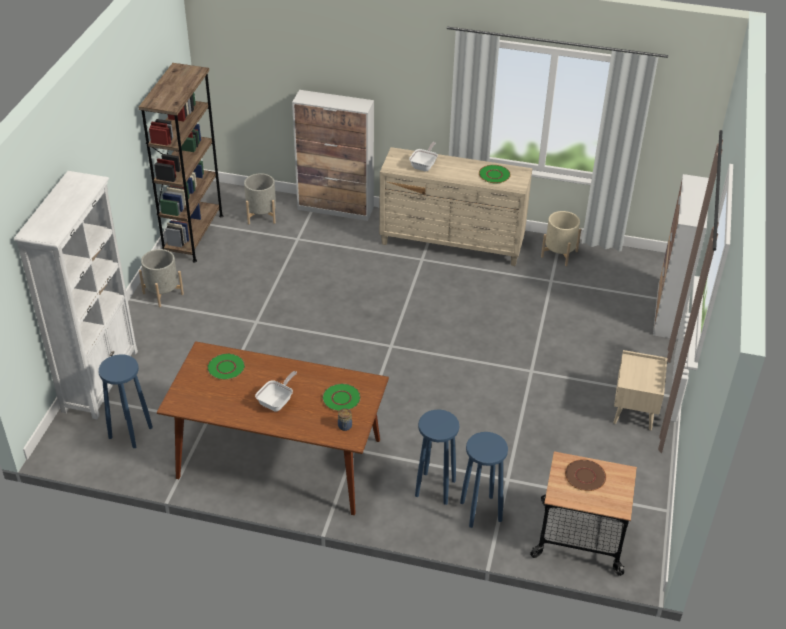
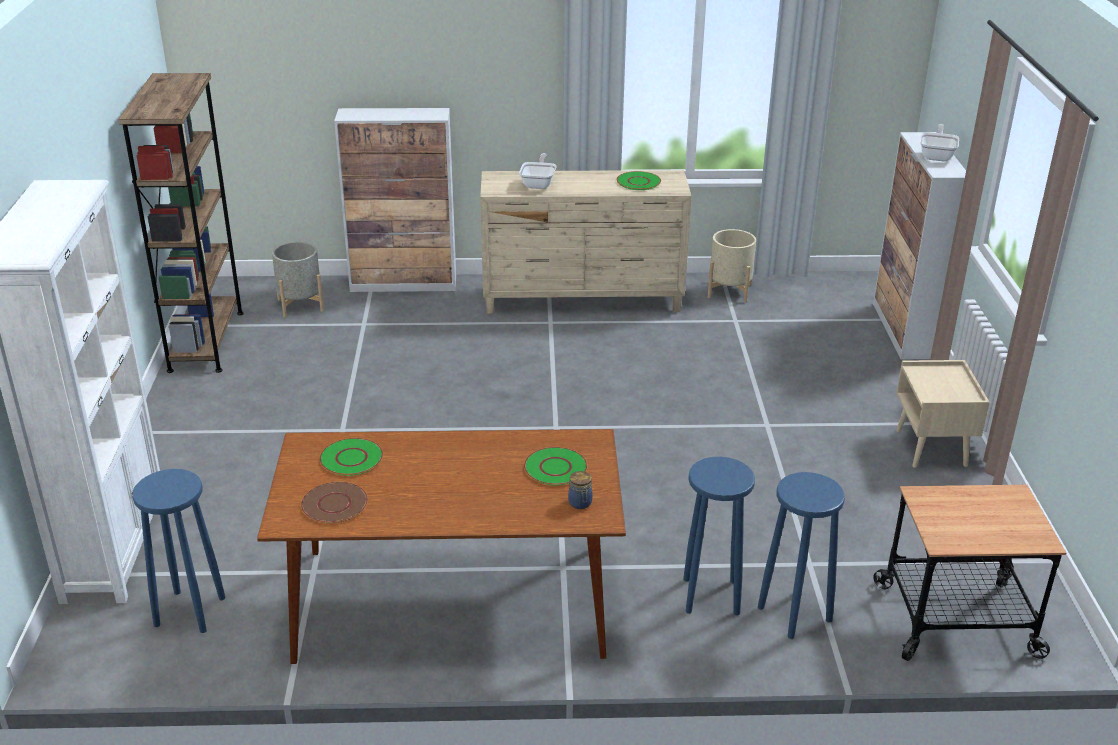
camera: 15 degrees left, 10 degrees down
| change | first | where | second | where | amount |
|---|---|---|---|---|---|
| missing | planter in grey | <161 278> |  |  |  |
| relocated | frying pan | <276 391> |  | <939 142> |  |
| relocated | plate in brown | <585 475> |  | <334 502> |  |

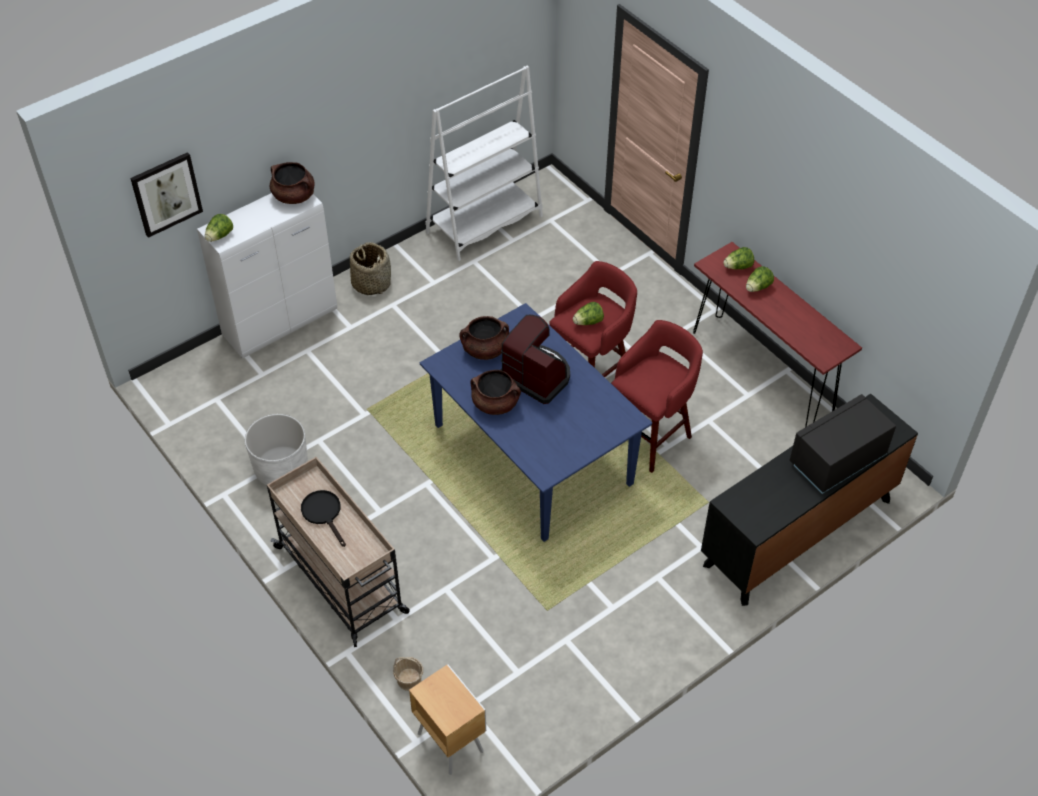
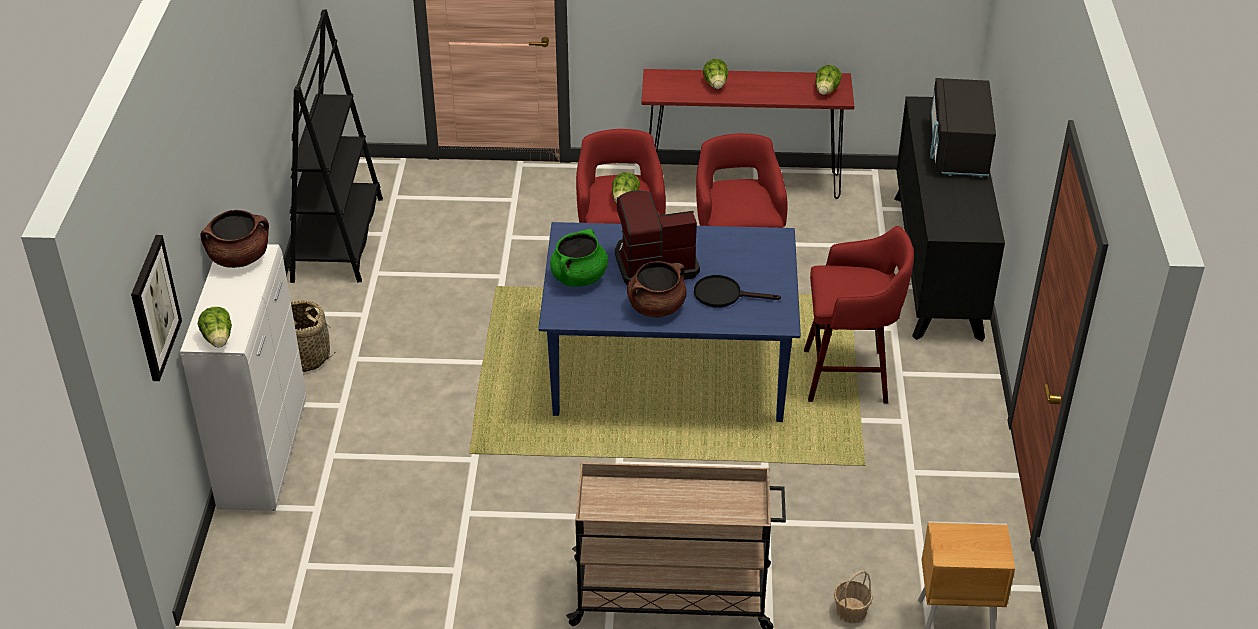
camera: 50 degrees left, 10 degrees down
| change | first | where | second | where | amount |
|---|---|---|---|---|---|
| missing | planter in white | <276 449> |  |  |  |
| appeared |  |  | stool in red | <859 315> |  |
| relocated | frying pan in black | <323 518> |  | <737 291> |  |
| relocated | lettuce | <738 258> |  | <829 80> |  |
| colour | bookcase in white | <484 163> | bookcase in black | <336 146> |  |
| colour | cooking pot in brown | <484 338> | cooking pot in green | <579 258> |  |

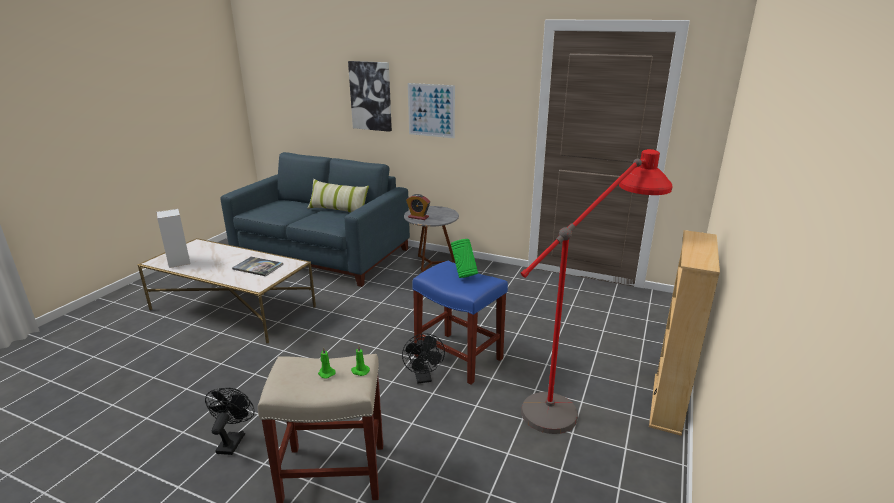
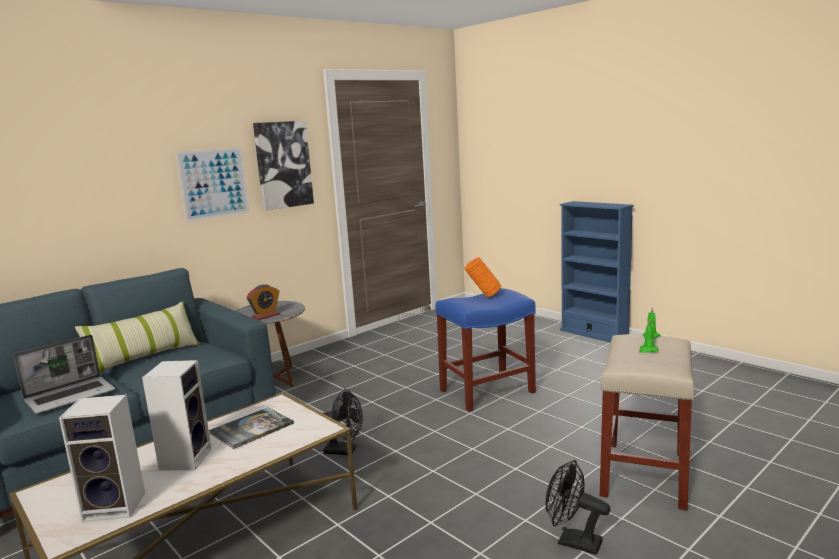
camera: 65 degrees left, 10 degrees down
| change | first | where | second | where | amount |
|---|---|---|---|---|---|
| missing | floor lamp in red | <596 291> |  |  |  |
| appeared |  |  | laptop | <64 374> |  |
| appeared |  |  | speaker | <176 415> |  |
| relocated | picture | <370 96> |  | <283 166> |  |
| relocated | fan in black | <423 358> |  | <343 422> |  |
| colour | vase in green | <464 258> | vase in orange | <482 277> |  |
| colour | bookcase in beige | <684 333> | bookcase in blue | <597 272> |  |

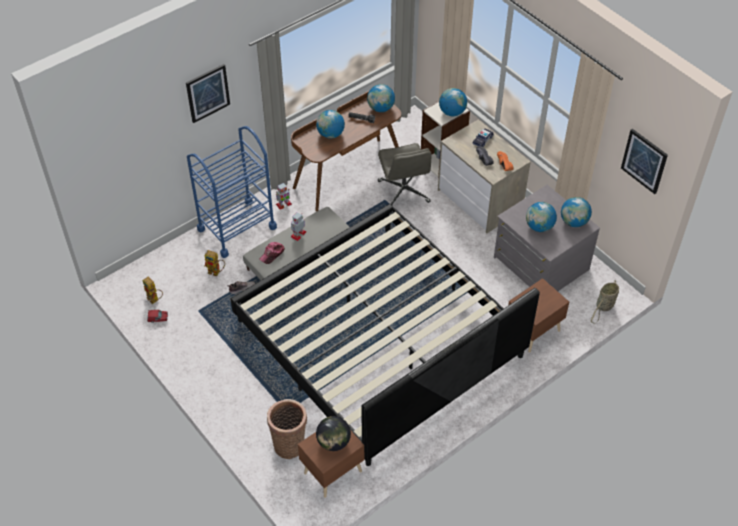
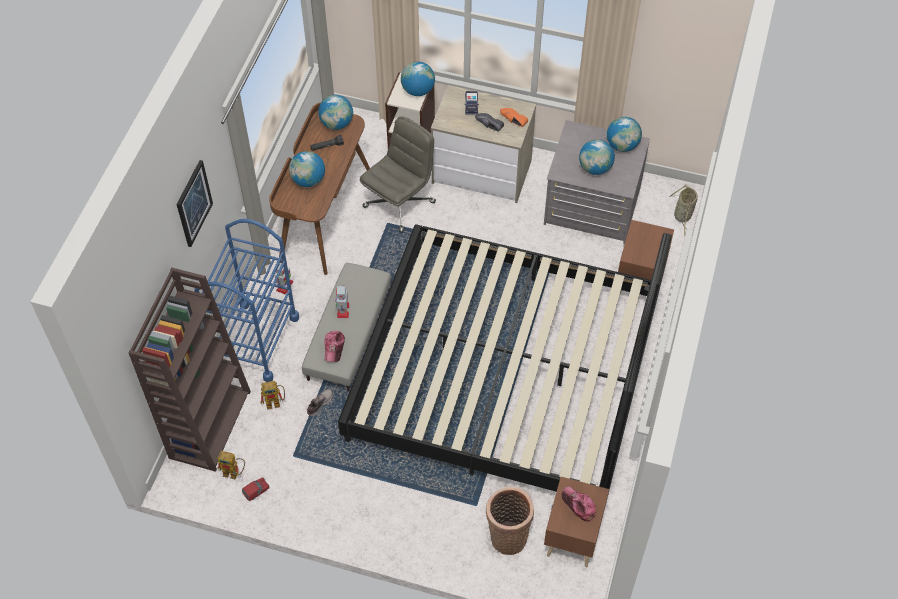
camera: 35 degrees left, 5 degrees up
| change | first | where | second | where | amount |
|---|---|---|---|---|---|
| missing | picture | <644 161> |  |  |  |
| appeared |  |  | bookcase in brown | <189 370> |  |
| exchanged | globe | <333 433> | cap | <579 504> |  |
| spun | office chair in grey | <405 174> |  | <398 175> | 90 degrees counterclockwise |

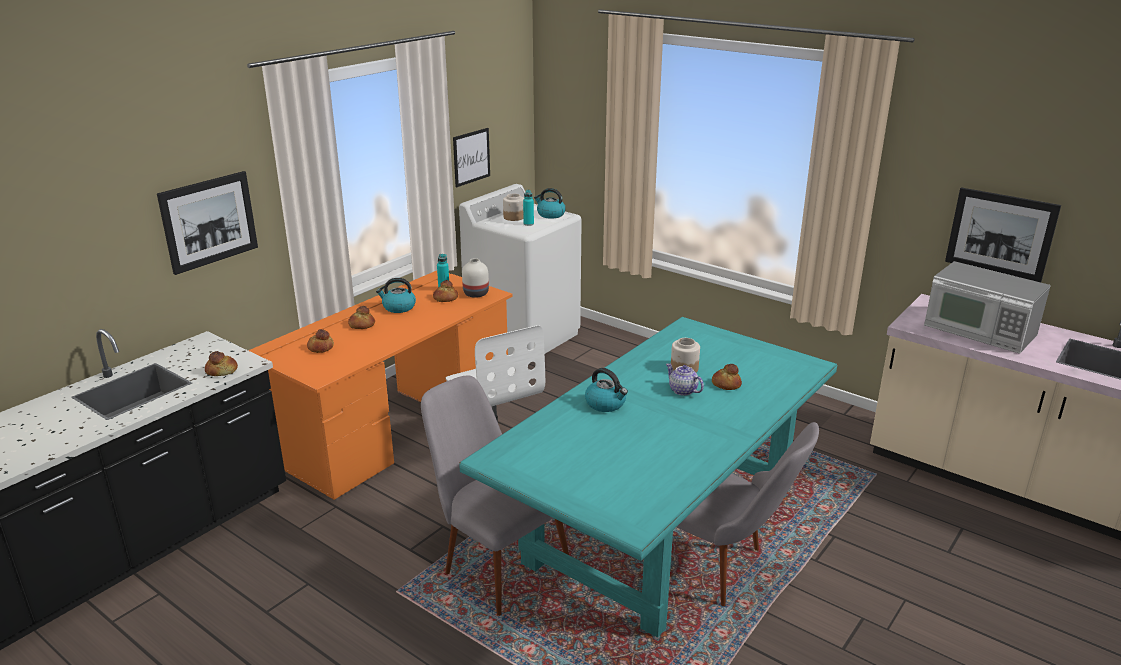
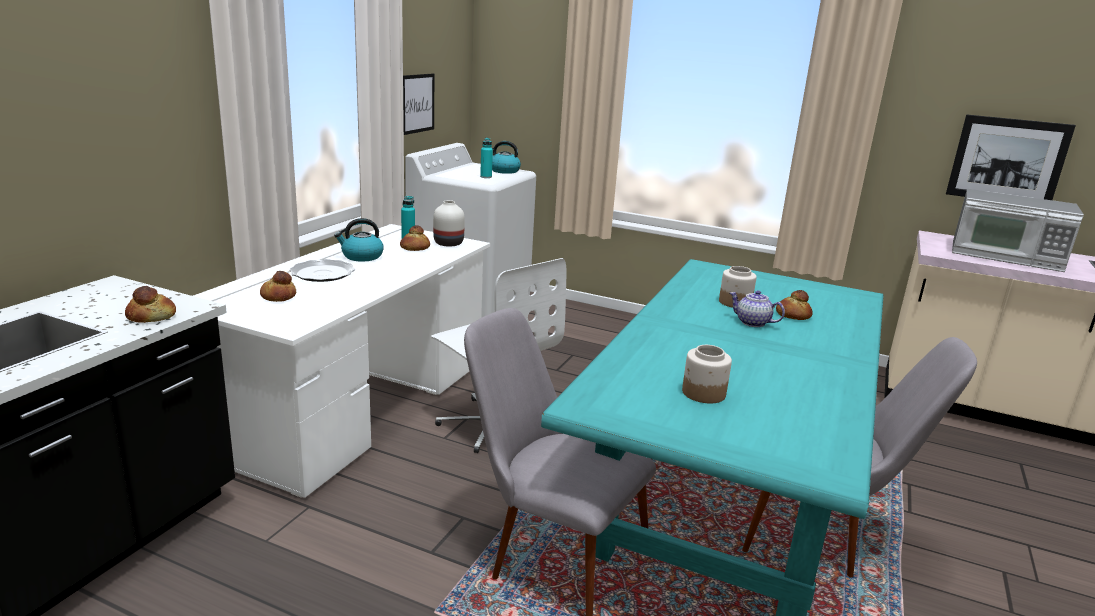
camera: 15 degrees left, 5 degrees down
| change | first | where | second | where | amount |
|---|---|---|---|---|---|
| missing | picture | <207 223> |  |  |  |
| missing | kettle | <606 390> |  |  |  |
| relocated | jar | <513 207> |  | <707 374> |  |
| exchanged | bread | <361 317> | plate | <322 270> |  |
| colour | desk in orange | <380 385> | desk in white | <341 361> |  |

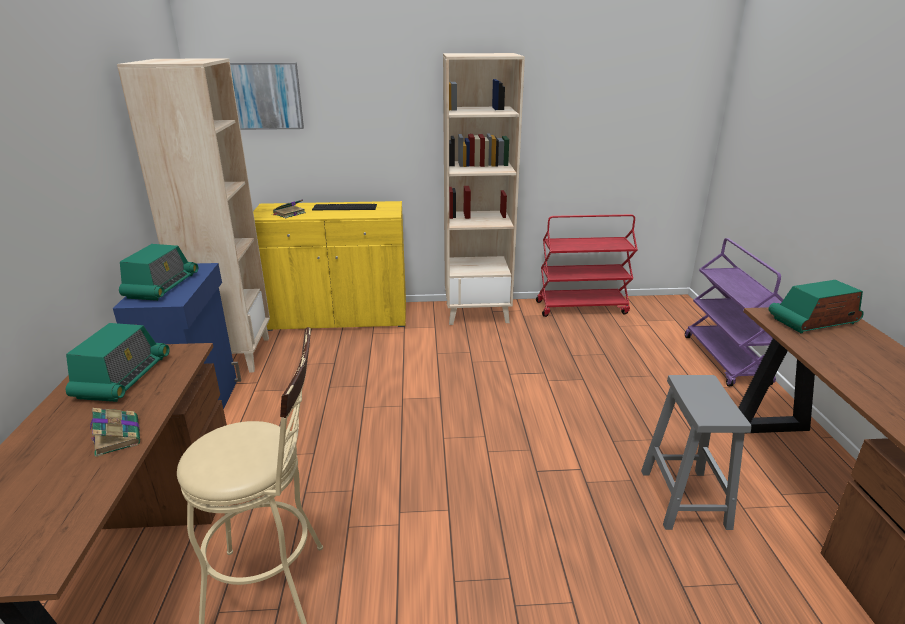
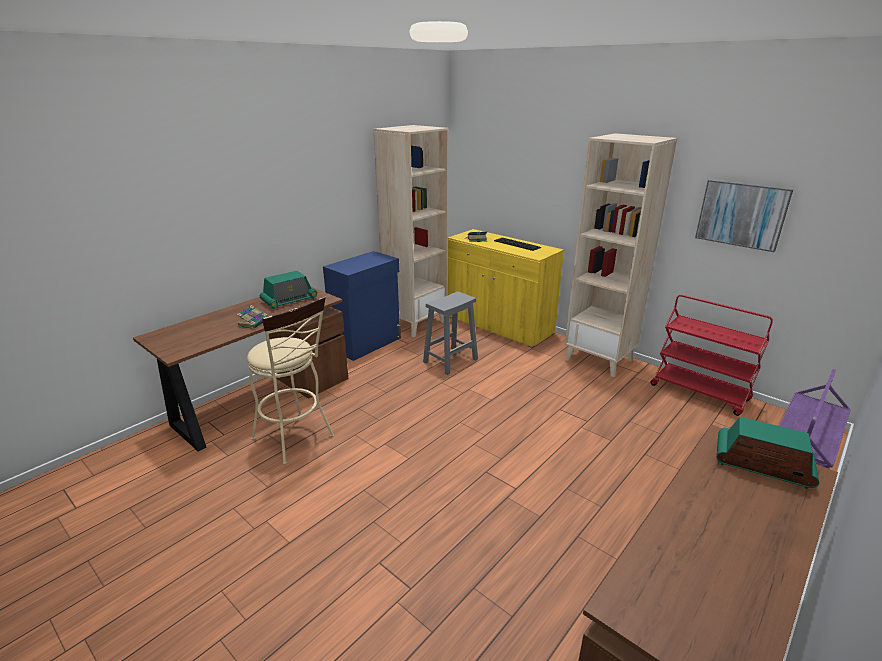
camera: 45 degrees right, 0 degrees up
| change | first | where | second | where | amount |
|---|---|---|---|---|---|
| missing | radio | <158 272> |  |  |  |
| relocated | picture | <267 96> |  | <744 216> |  |
| relocated | stool in grey | <696 452> |  | <450 333> |  |

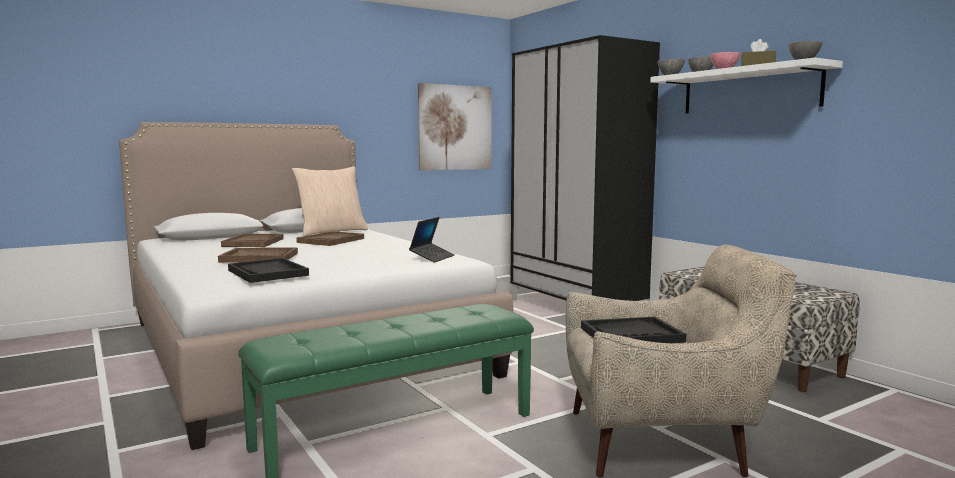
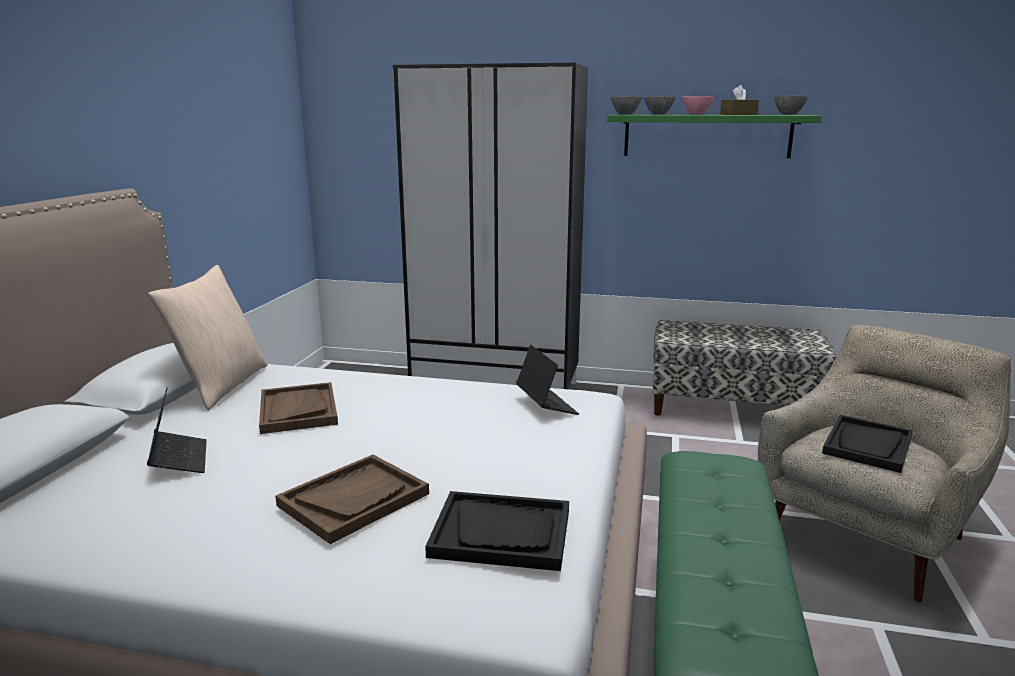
camera: 45 degrees left, 10 degrees up
| change | first | where | second | where | amount |
|---|---|---|---|---|---|
| missing | picture | <455 126> |  |  |  |
| exchanged | tray in brown | <252 240> | laptop | <177 430> |  |
| colour | shelf in white | <746 86> | shelf in green | <714 136> |  |

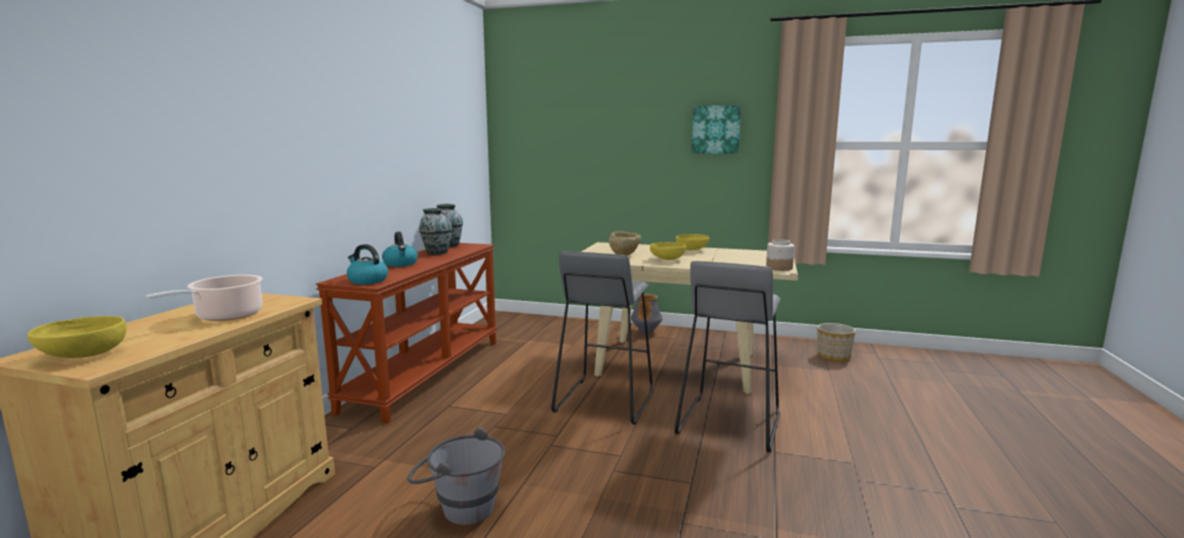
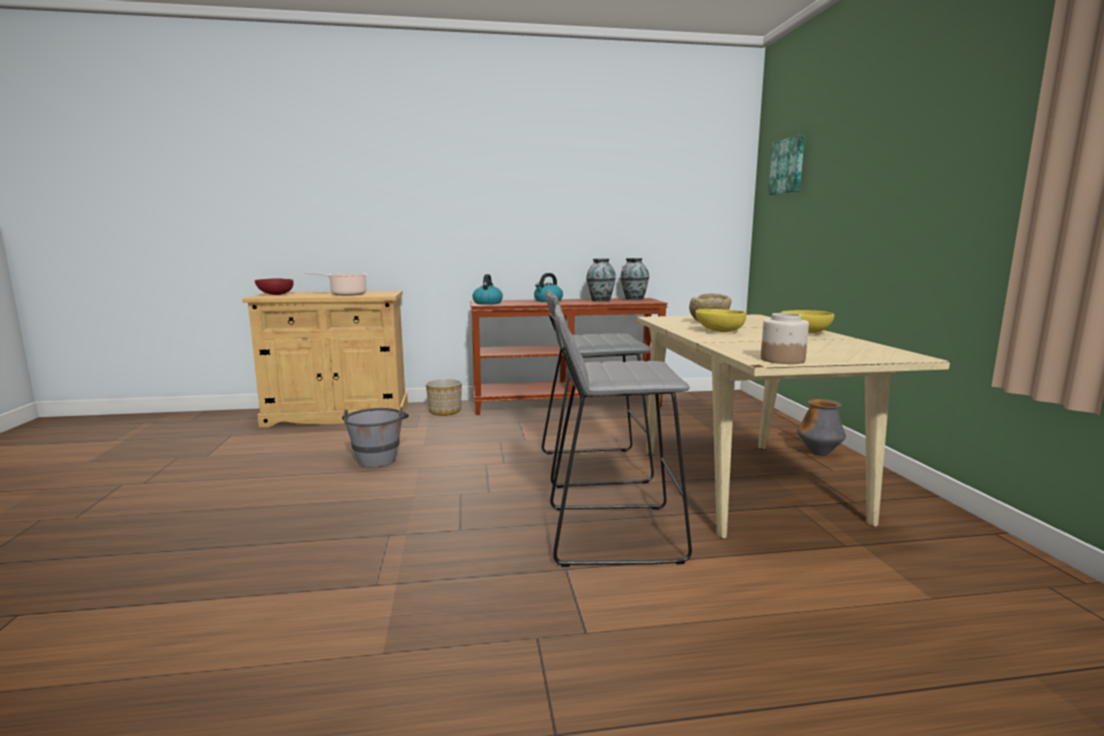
camera: 65 degrees right, 0 degrees up
| change | first | where | second | where | amount |
|---|---|---|---|---|---|
| relocated | picture | <716 129> |  | <786 165> |  |
| relocated | planter | <836 342> |  | <444 397> |  |
| colour | bowl in yellow | <77 337> | bowl in red | <274 287> |  |

